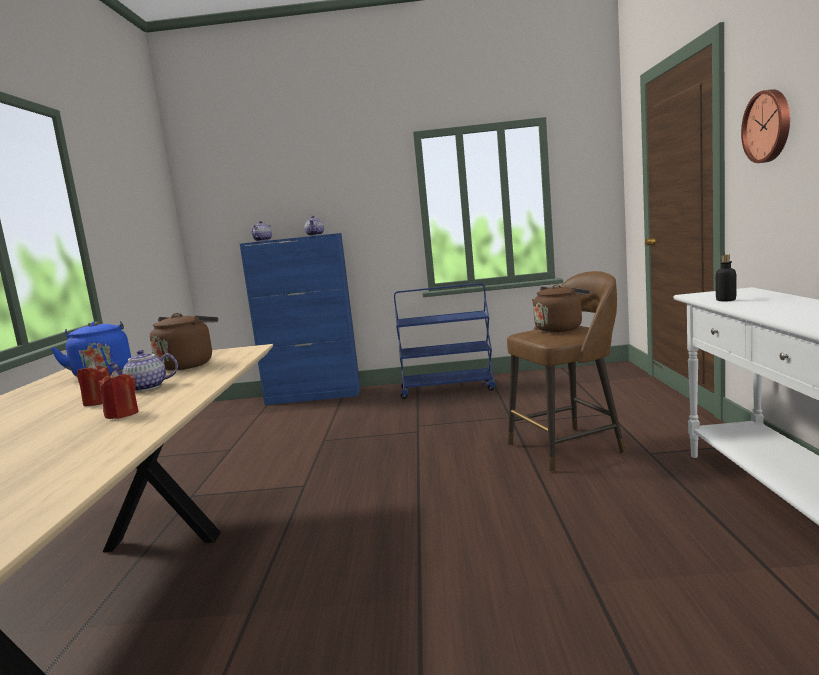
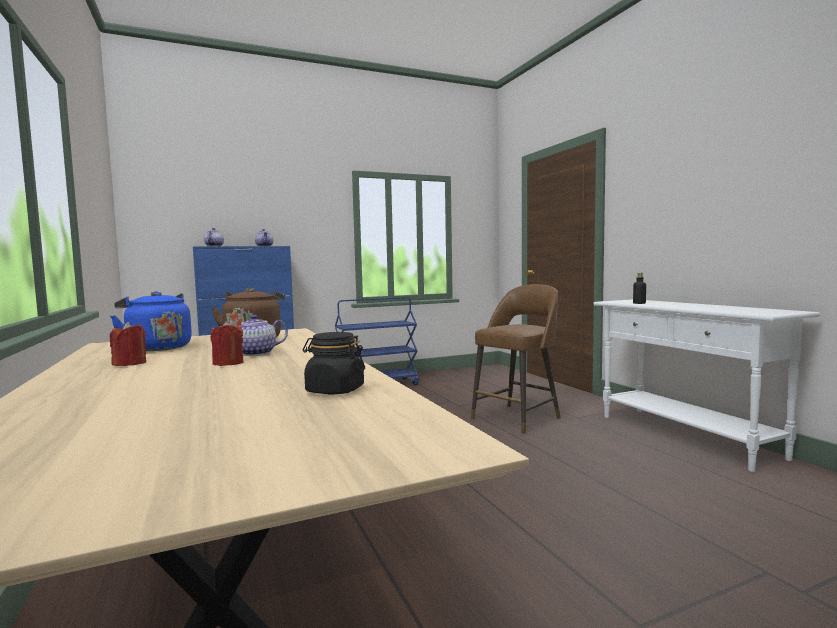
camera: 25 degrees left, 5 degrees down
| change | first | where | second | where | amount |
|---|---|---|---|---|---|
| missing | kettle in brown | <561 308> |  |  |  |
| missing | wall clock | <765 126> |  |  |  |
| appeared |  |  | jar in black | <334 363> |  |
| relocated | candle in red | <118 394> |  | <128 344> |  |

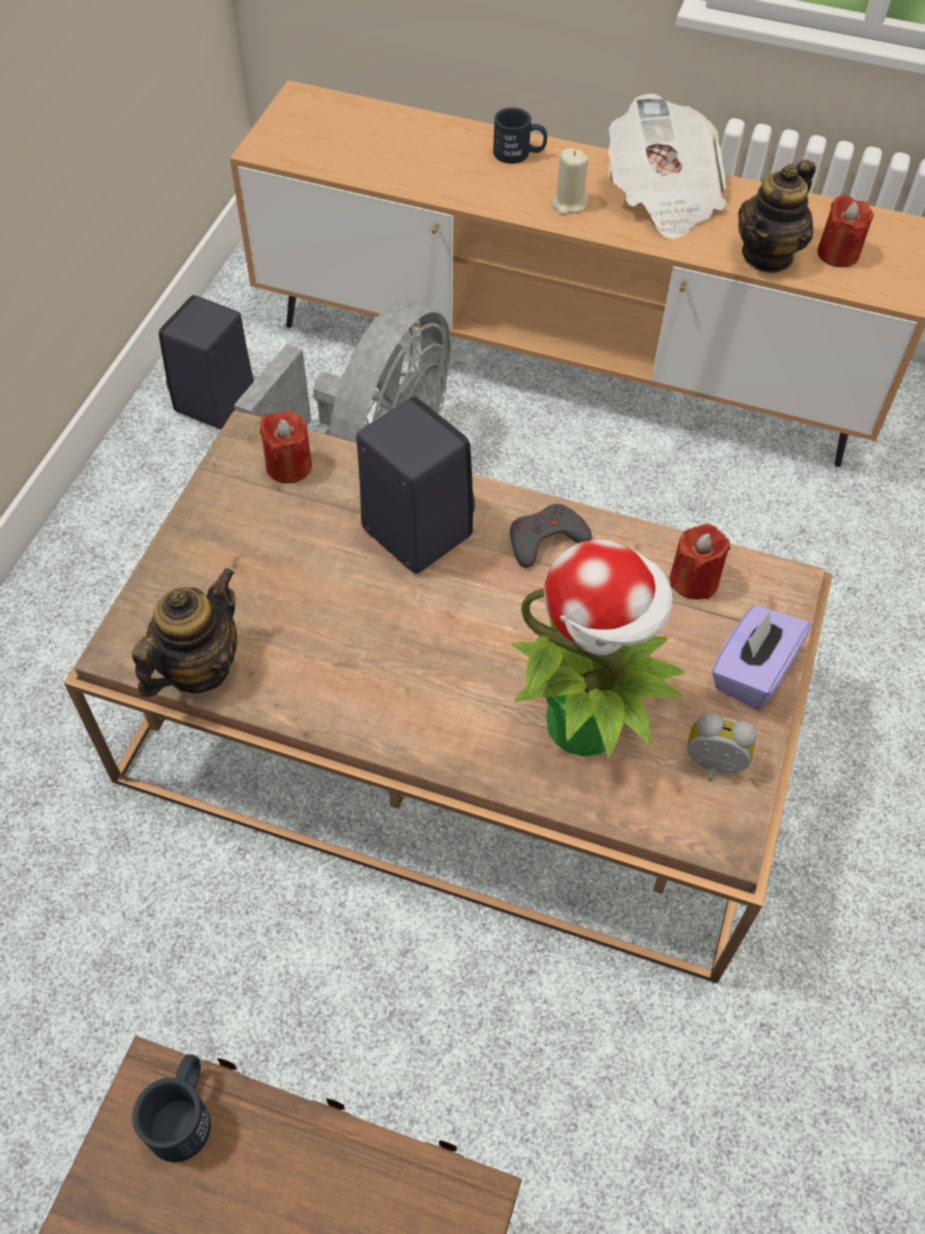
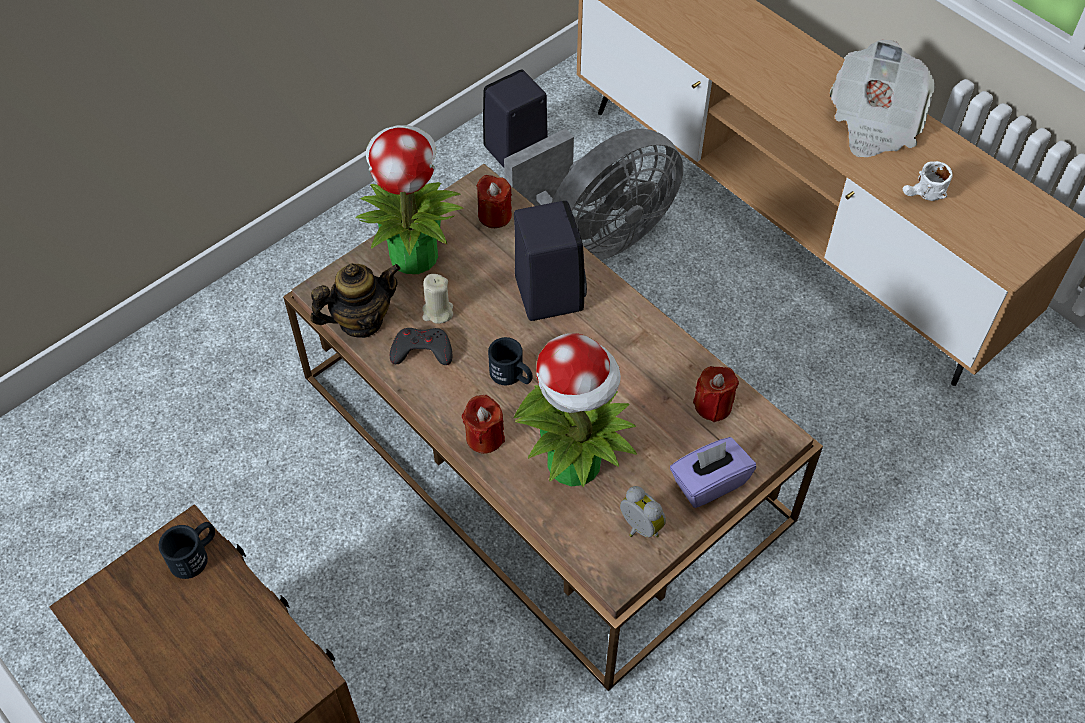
camera: 30 degrees right, 0 degrees up
| change | first | where | second | where | amount |
|---|---|---|---|---|---|
| appeared |  |  | potted plant | <410 199> |  |
| relocated | mug in black | <520 136> |  | <510 361> |  |
| relocated | game controller in grey | <551 536> |  | <421 346> |  |
| relocated | candle in beige | <570 181> |  | <437 299> |  |
| relocated | candle in red | <845 230> |  | <483 424> |  |
| exchanged | teapot | <777 216> | mug in white | <928 181> |  |

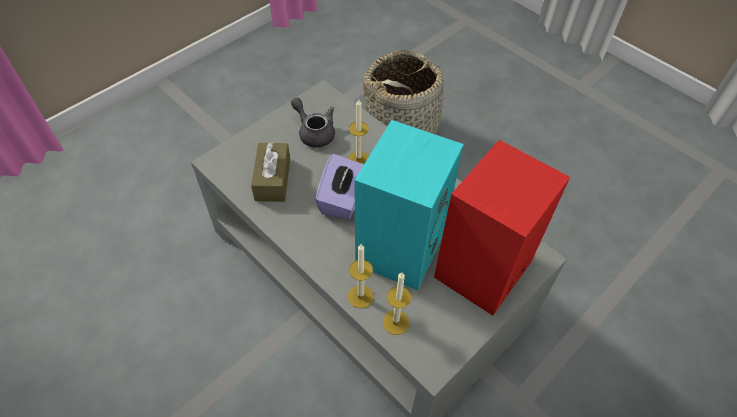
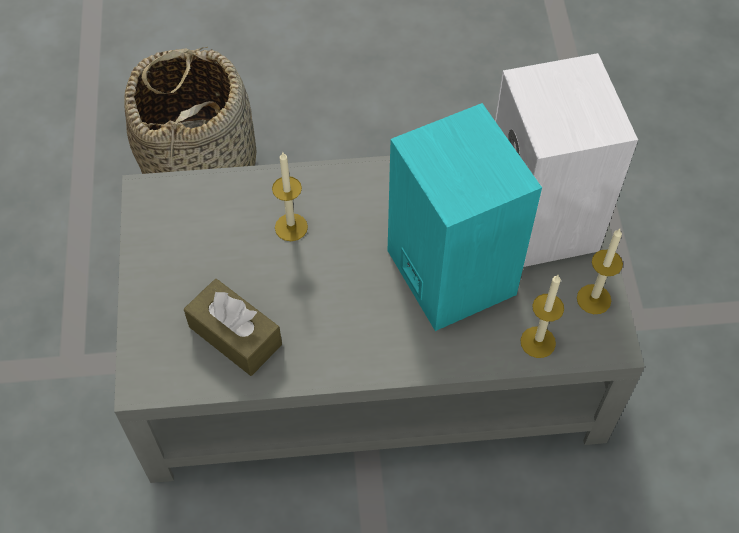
camera: 50 degrees left, 5 degrees up
| change | first | where | second | where | amount |
|---|---|---|---|---|---|
| missing | teapot in grey | <313 123> |  |  |  |
| missing | tissue box in purple | <339 186> |  |  |  |
| relocated | candle | <361 276> |  | <600 271> |  |
| colour | speaker in red | <502 228> | speaker in white | <566 160> |  |

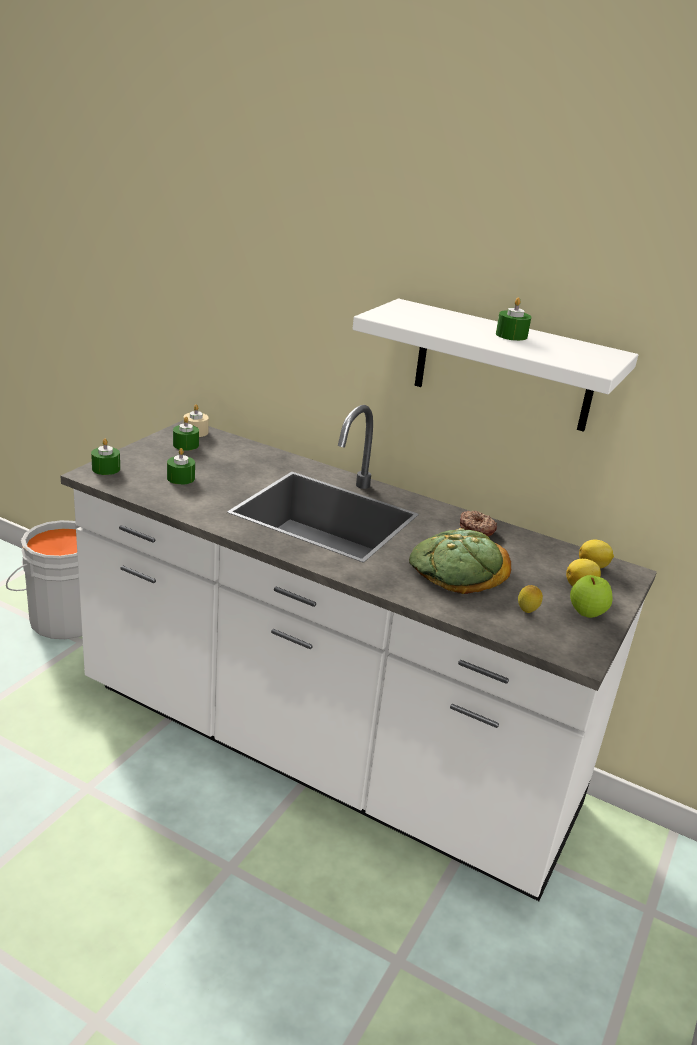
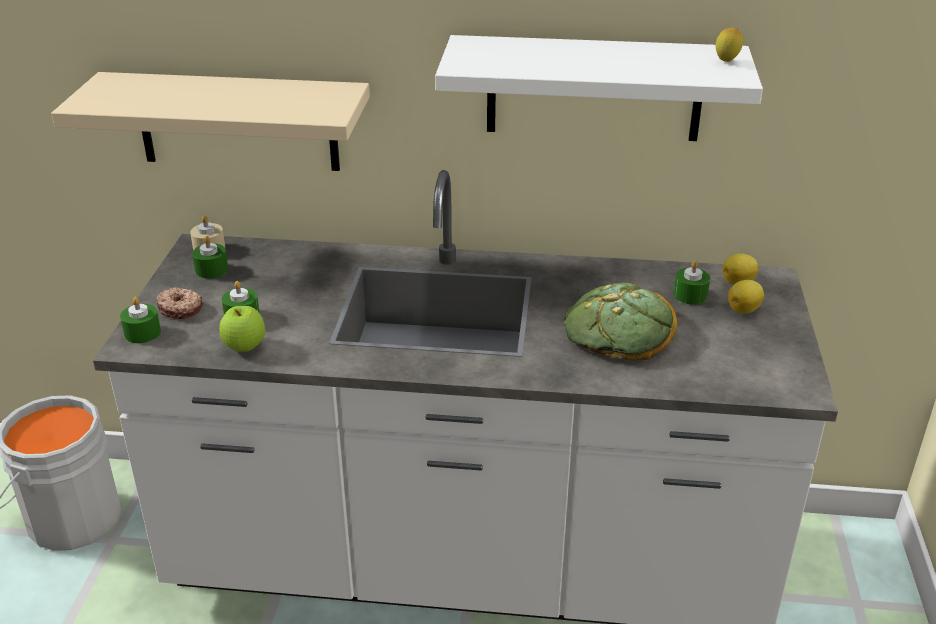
camera: 20 degrees left, 5 degrees up
| change | first | where | second | where | amount |
|---|---|---|---|---|---|
| appeared |  |  | shelf in beige | <210 121> |  |
| relocated | donut | <478 523> |  | <179 303> |  |
| relocated | candle in green | <513 319> |  | <691 282> |  |
| relocated | lemon | <530 599> |  | <729 44> |  |
| relocated | apple | <591 596> |  | <242 329> |  |

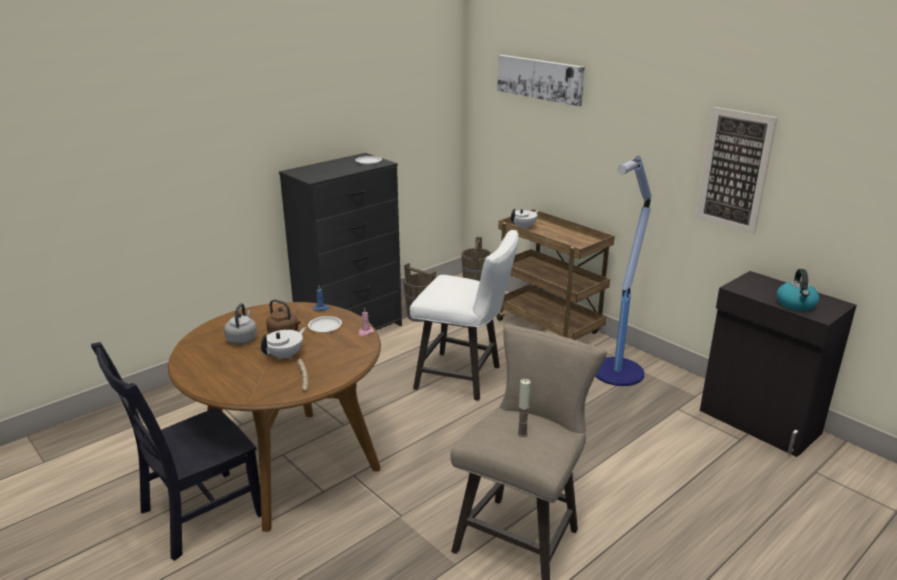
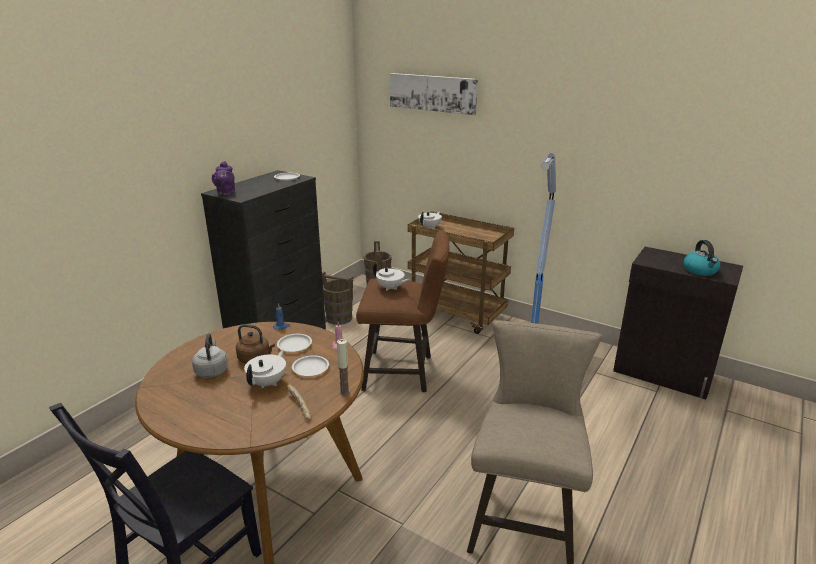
camera: 15 degrees left, 0 degrees up
| change | first | where | second | where | amount |
|---|---|---|---|---|---|
| missing | picture | <736 170> |  |  |  |
| appeared |  |  | teapot in purple | <223 178> |  |
| appeared |  |  | plate in white | <310 365> |  |
| appeared |  |  | teapot in white | <391 276> |  |
| relocated | candle | <523 408> |  | <343 367> |  |
| colour | stool in white | <464 315> | stool in brown | <403 311> |  |

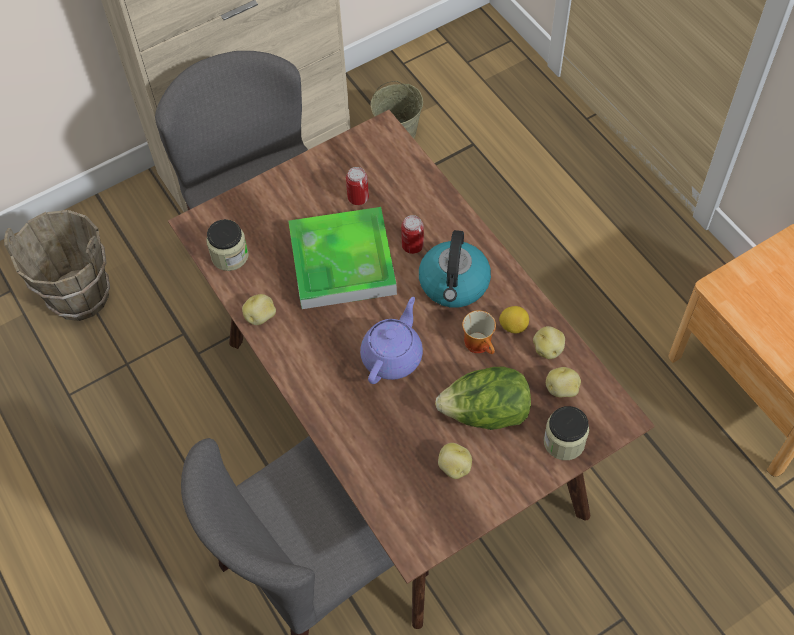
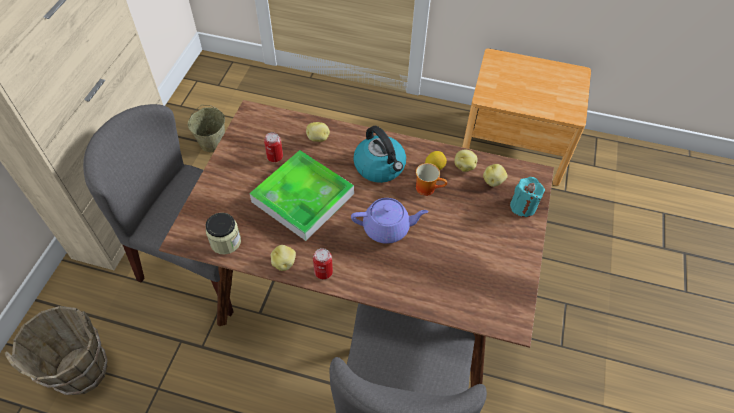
camera: 45 degrees left, 5 degrees down
| change | first | where | second | where | amount |
|---|---|---|---|---|---|
| missing | lettuce | <483 398> |  |  |  |
| relocated | can | <412 234> |  | <323 263> |  |
| relocated | potato | <455 461> |  | <318 132> |  |
| exchanged | jar | <566 433> | candle in turquoise | <527 197> |  |
| spun | teapot in purple | <391 340> |  | <390 221> | 105 degrees clockwise |

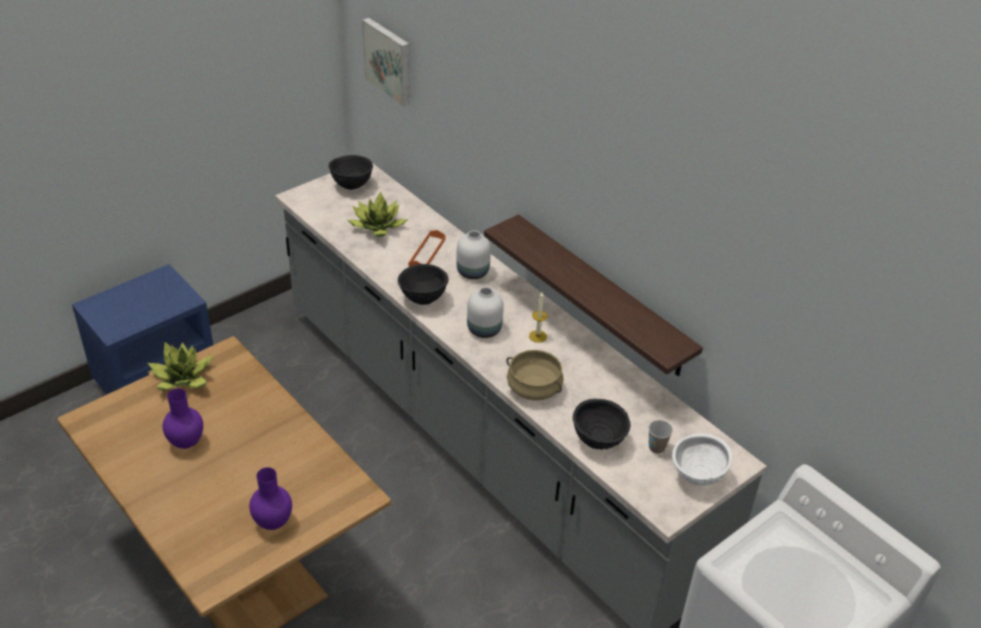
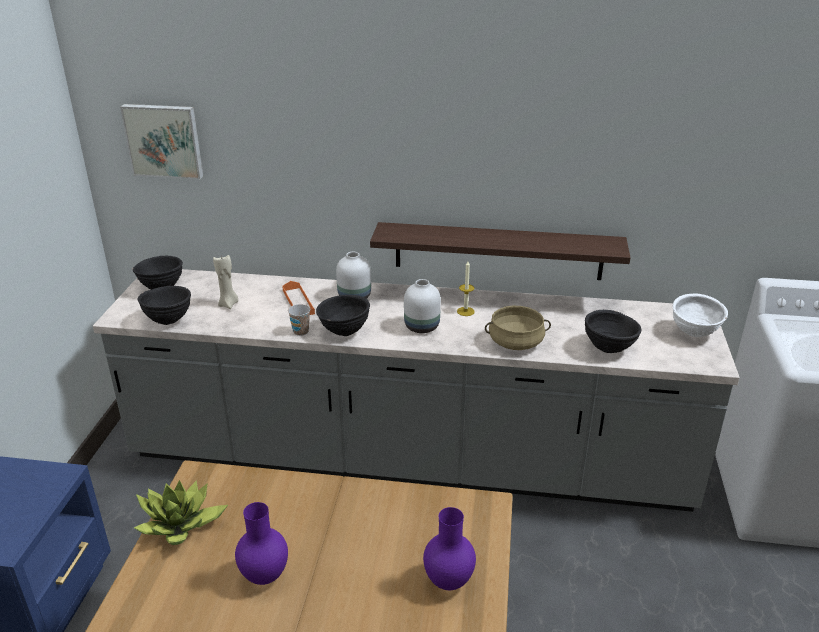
camera: 40 degrees left, 10 degrees down
| change | first | where | second | where | amount |
|---|---|---|---|---|---|
| appeared |  |  | bowl in black | <164 305> |  |
| relocated | cup | <661 437> |  | <299 320> |  |
| exchanged | potted plant | <378 214> | candle in beige | <226 282> |  |

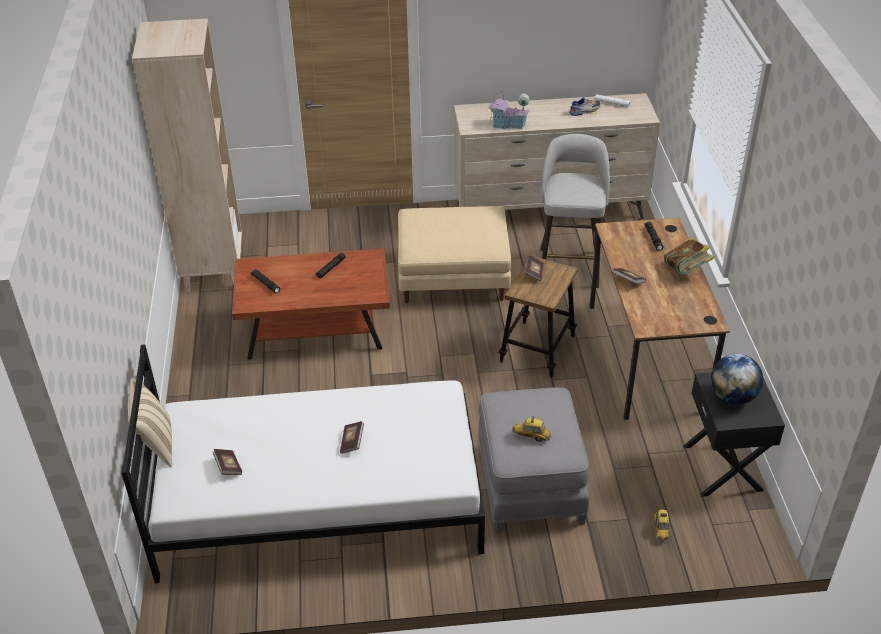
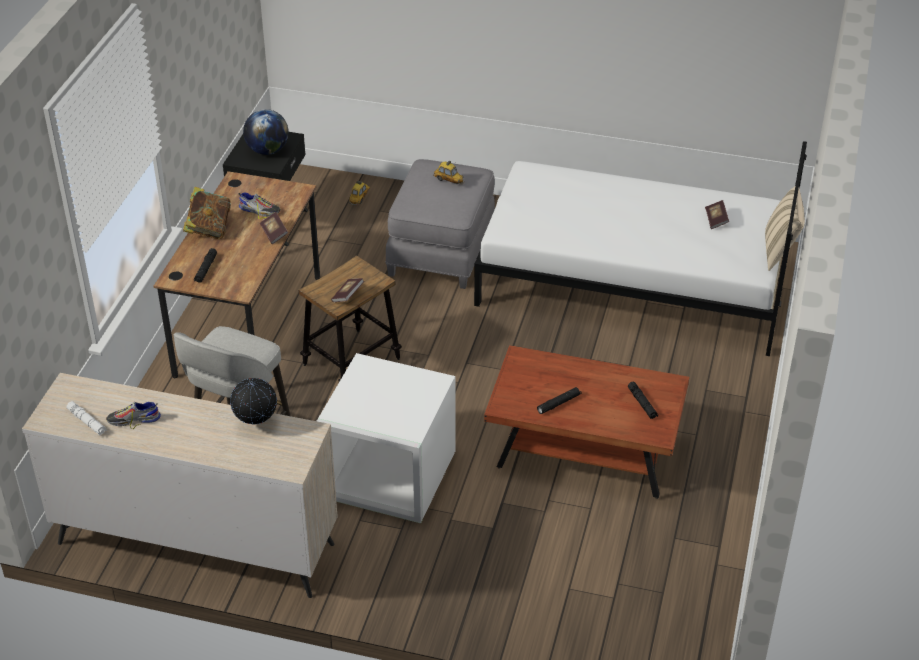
camera: 160 degrees left, 0 degrees up
| change | first | where | second | where | amount |
|---|---|---|---|---|---|
| missing | bookcase in beige | <187 155> |  |  |  |
| missing | book | <352 437> |  |  |  |
| appeared |  |  | shoe | <259 205> |  |
| exchanged | ottoman in beige | <454 254> | storage box in white | <386 438> |  |
| exchanged | toy house | <509 109> | globe | <253 401> |  |

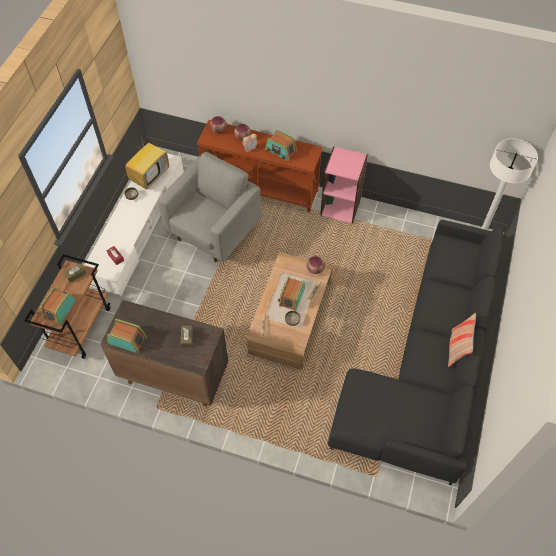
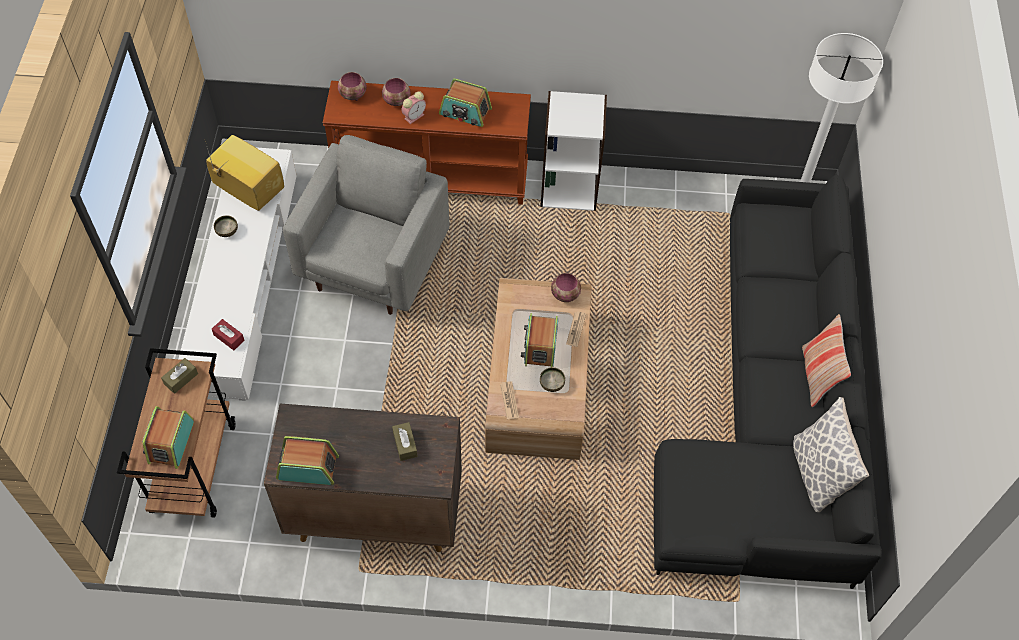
camera: 15 degrees left, 0 degrees up
| change | first | where | second | where | amount |
|---|---|---|---|---|---|
| appeared |  |  | pillow | <831 454> |  |
| colour | bookcase in pink | <344 185> | bookcase in white | <574 151> |  |
| spun | television | <147 161> |  | <244 173> | 75 degrees counterclockwise |

